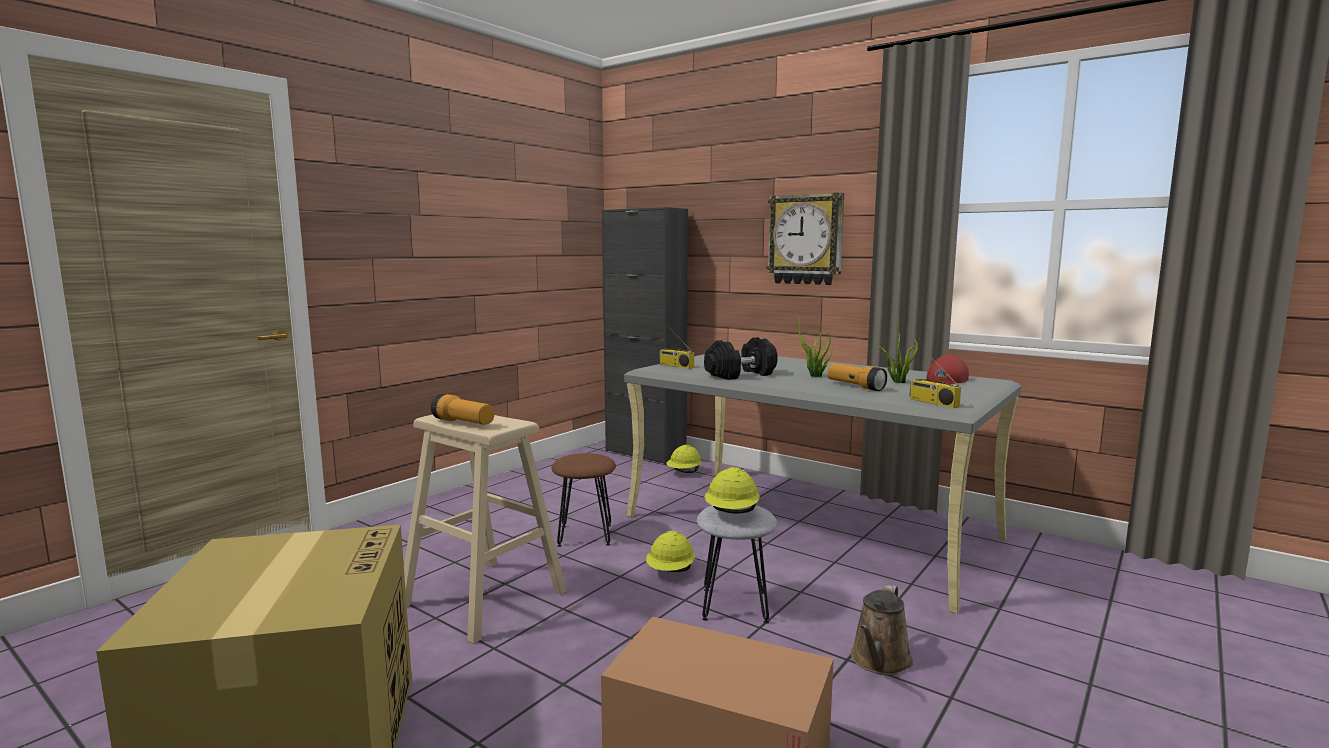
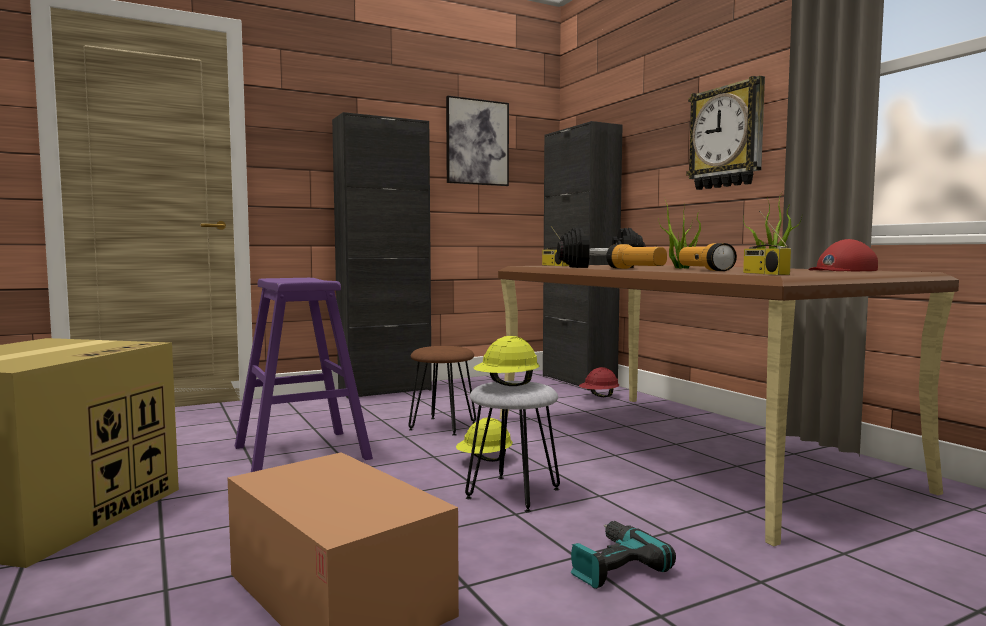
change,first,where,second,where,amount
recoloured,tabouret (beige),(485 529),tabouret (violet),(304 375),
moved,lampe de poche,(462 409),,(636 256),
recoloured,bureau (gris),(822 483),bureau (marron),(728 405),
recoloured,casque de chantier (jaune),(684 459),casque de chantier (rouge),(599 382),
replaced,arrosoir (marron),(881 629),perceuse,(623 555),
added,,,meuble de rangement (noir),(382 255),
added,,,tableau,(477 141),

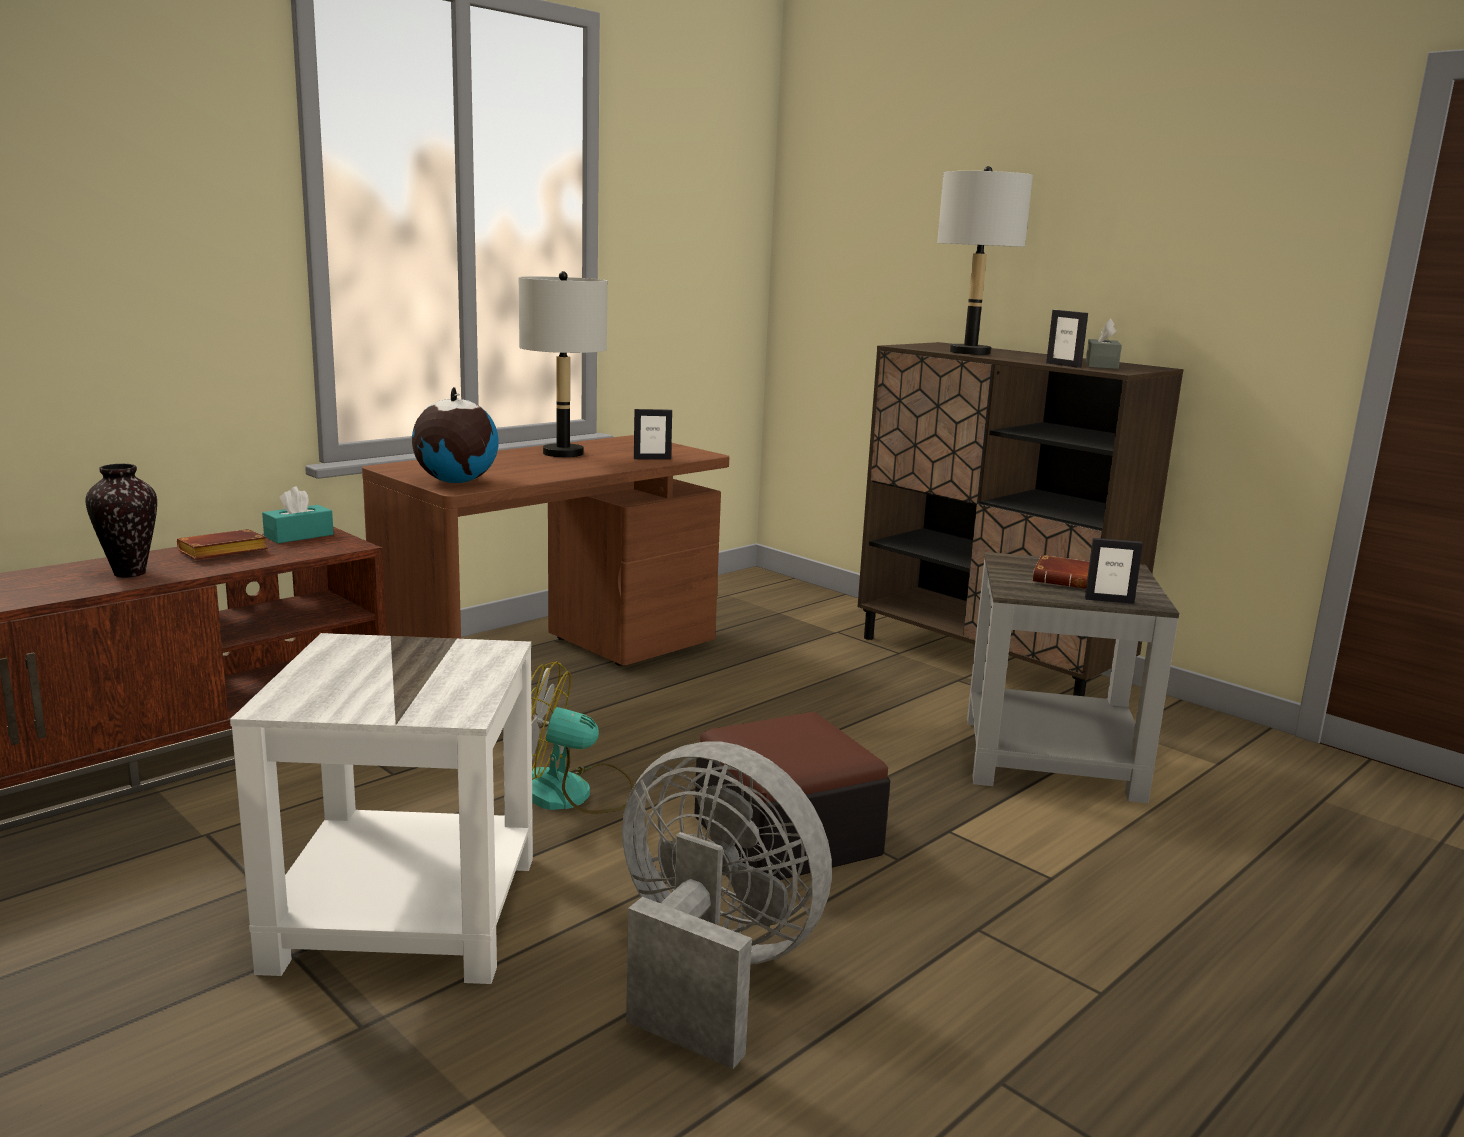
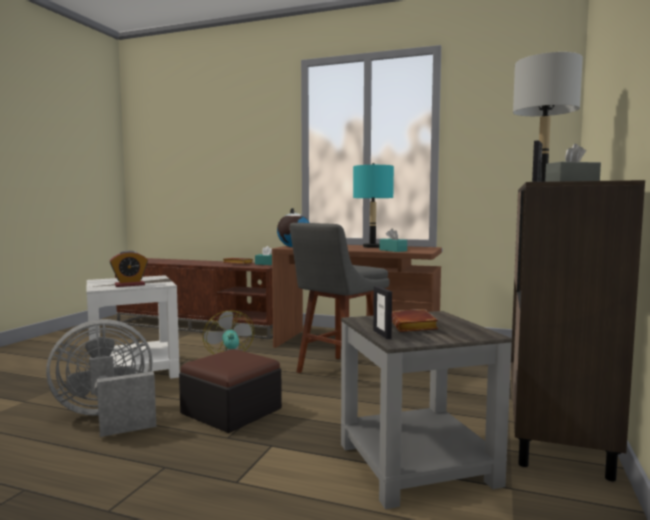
change,first,where,second,where,amount
removed,vase,(121 520),,,
recoloured,lampe de table (gris),(563 364),lampe de table (turquoise),(373 205),
turned,ventilateur (gris),(727 905),,(101 378),120 degrees counterclockwise
replaced,cadre photo,(653 434),boîte à mouchoirs (turquoise),(393 240),
added,,,réveil,(129 268),
added,,,tabouret (gris),(340 298),

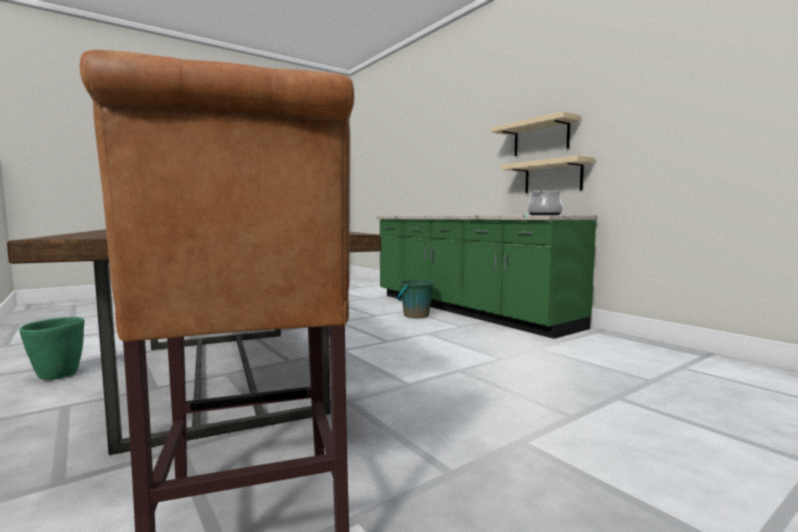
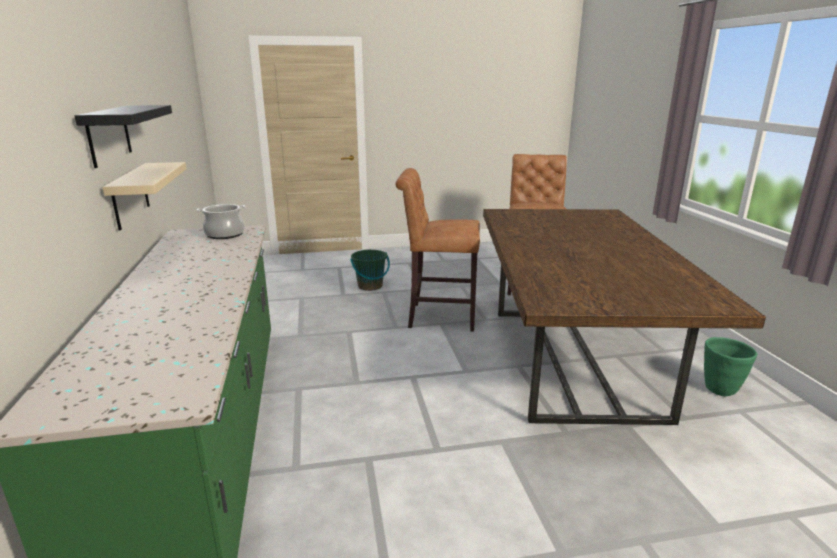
change,first,where,second,where,amount
moved,seau (vert),(416 298),,(370 270),
recoloured,étagère (beige),(536 133),étagère (noir),(123 136),
added,,,tabouret (marron),(437 250),

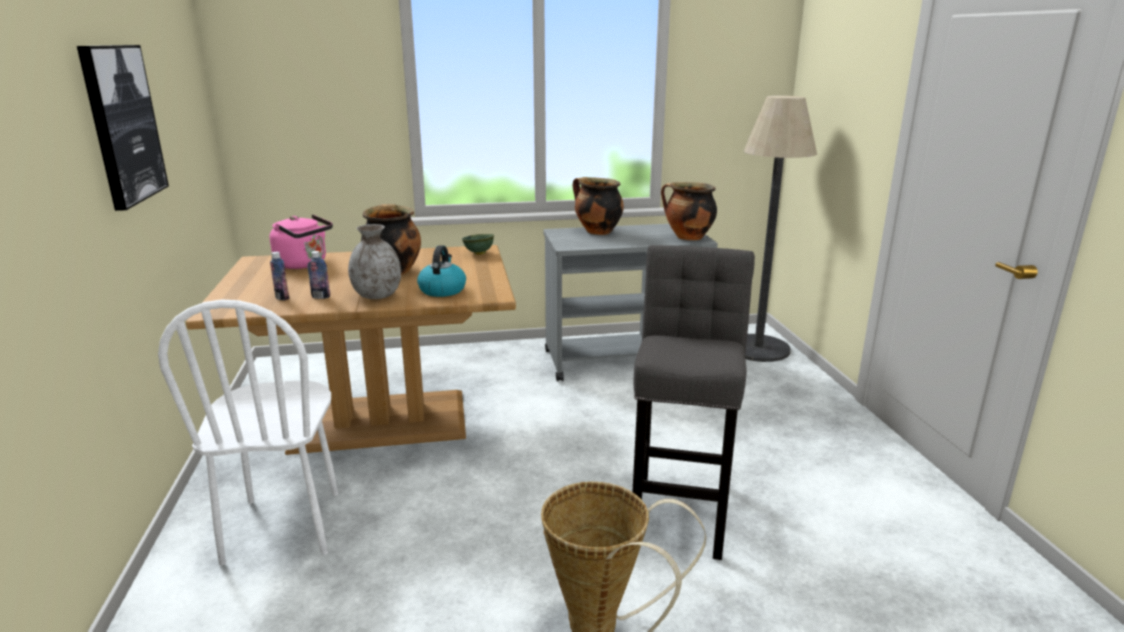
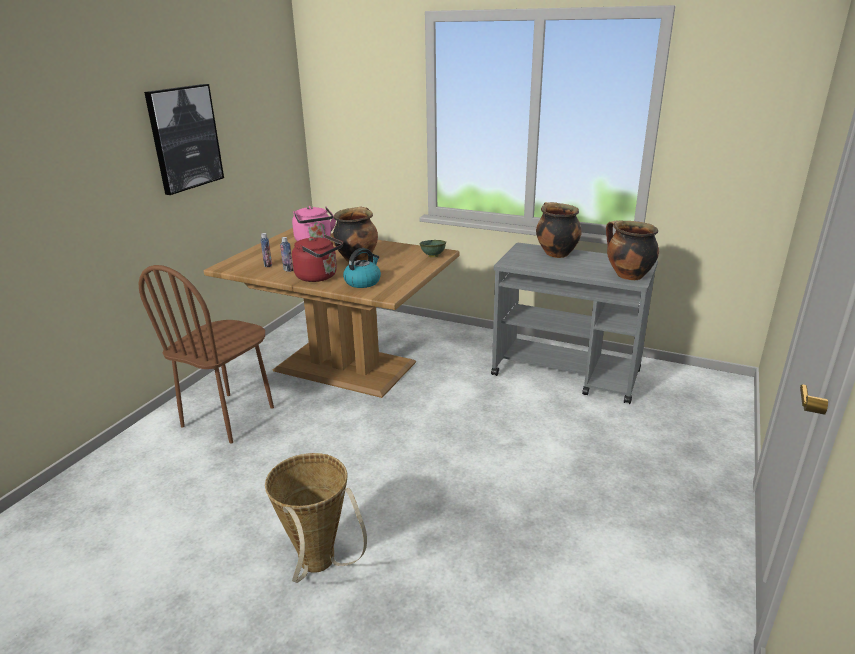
change,first,where,second,where,amount
recoloured,chaise (blanc),(248 432),chaise (marron),(206 354),
replaced,vase (gris),(374 261),bouilloire (rouge),(317 258),
removed,tabouret (gris),(693 402),,,
removed,lampadaire,(780 229),,,

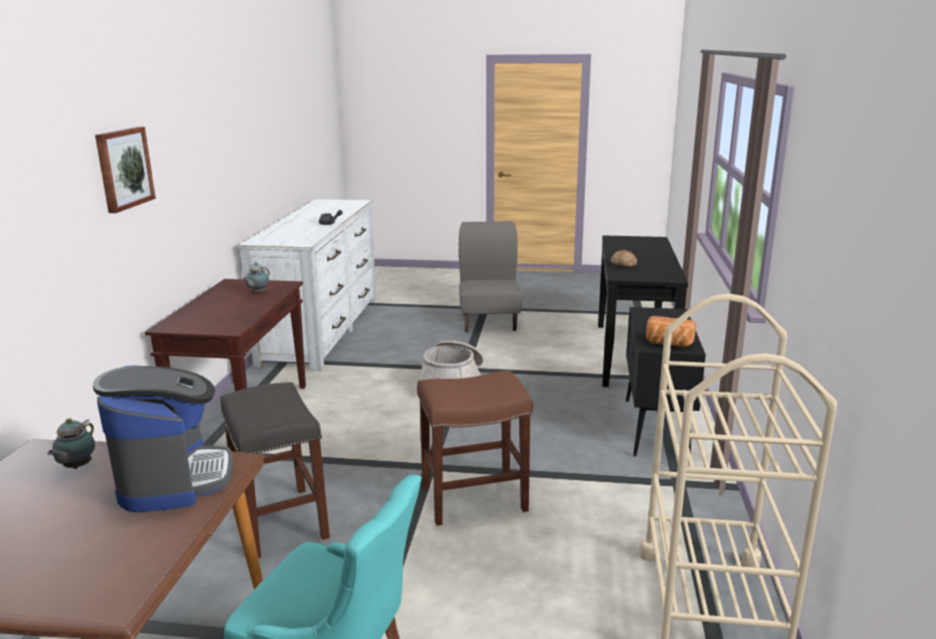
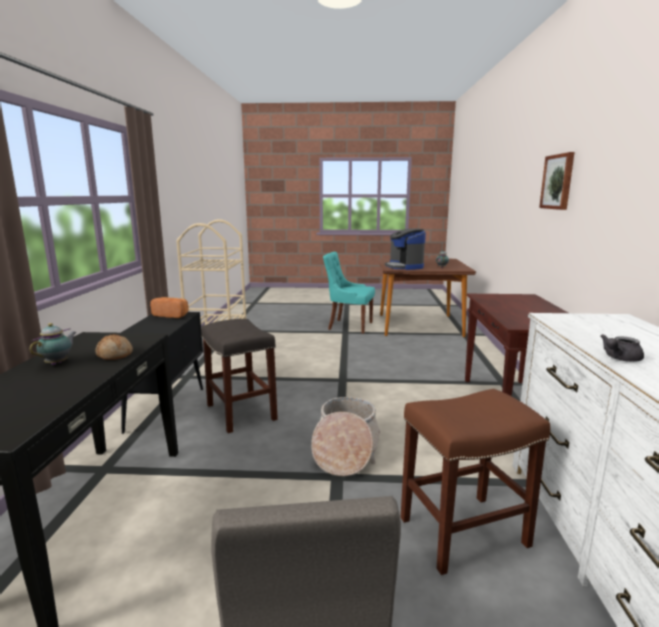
change,first,where,second,where,amount
moved,tabouret (gris),(275 470),,(239 376),
moved,théière,(256 278),,(53 344),
moved,tabouret (marron),(475 448),,(475 482),

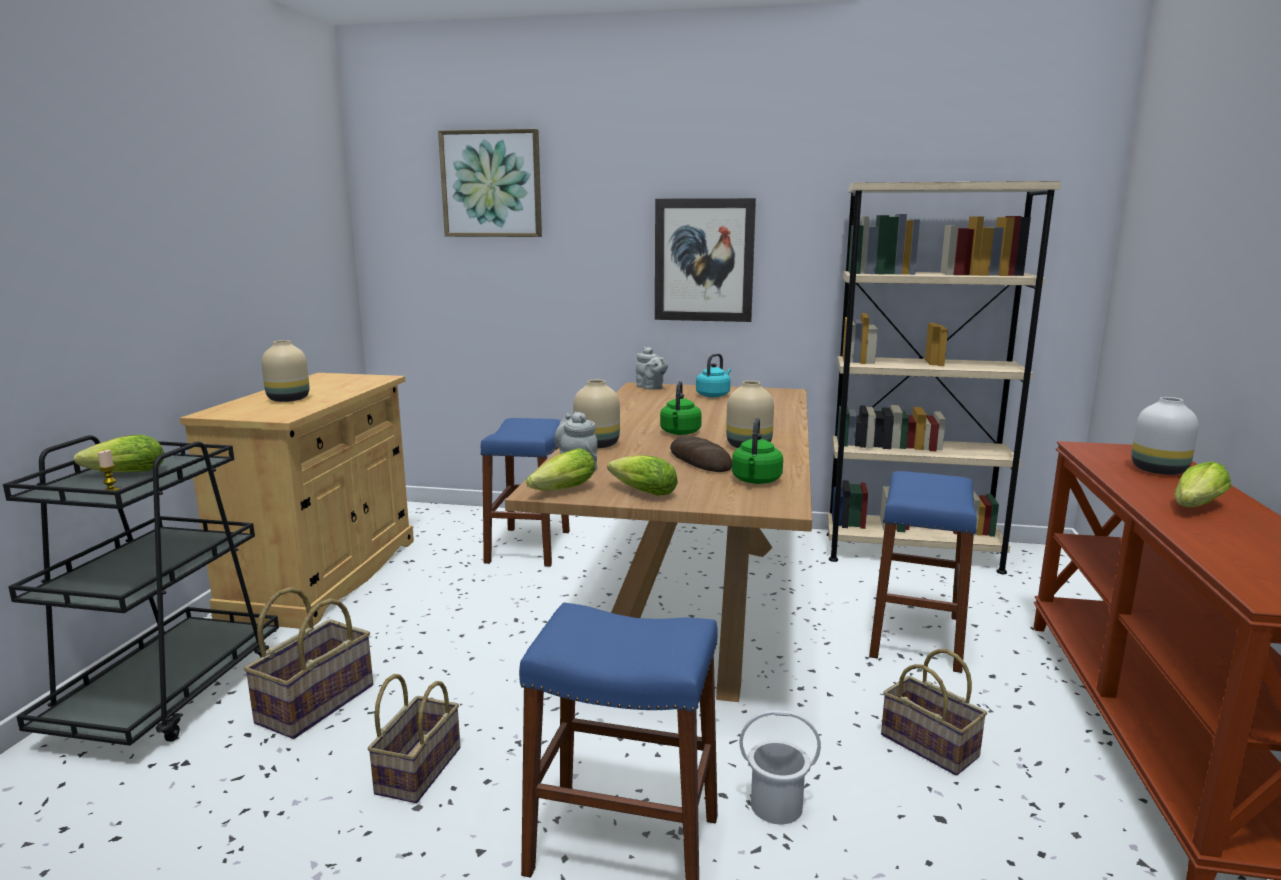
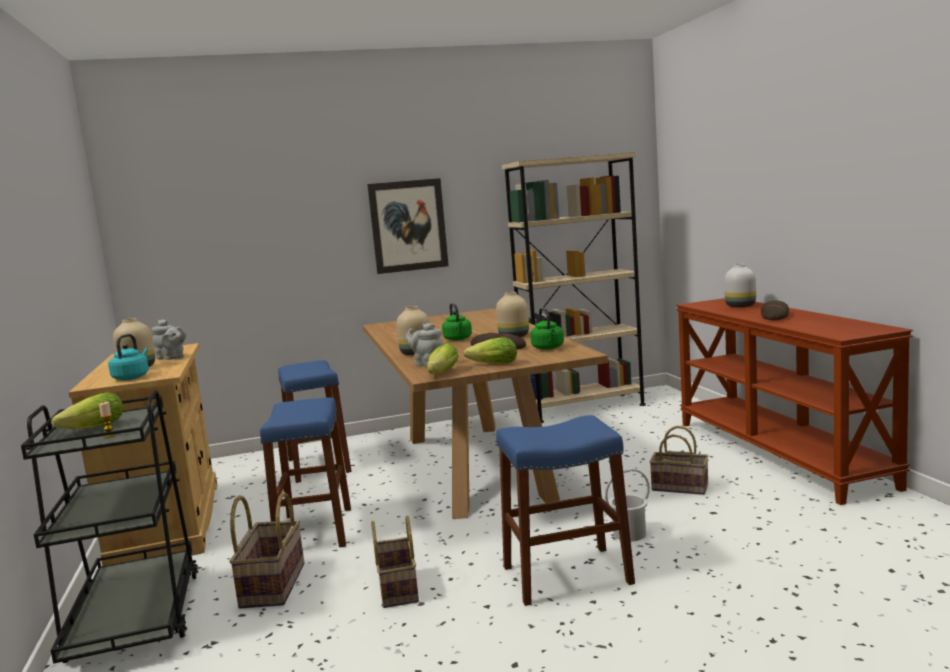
change,first,where,second,where,amount
removed,tableau,(490 183),,,
moved,théière (gris),(652 368),,(169 339),
moved,bouilloire (turquoise),(713 375),,(128 357),
moved,tabouret (bleu),(923 572),,(305 472),
replaced,laitue,(1203 484),pain,(775 310),

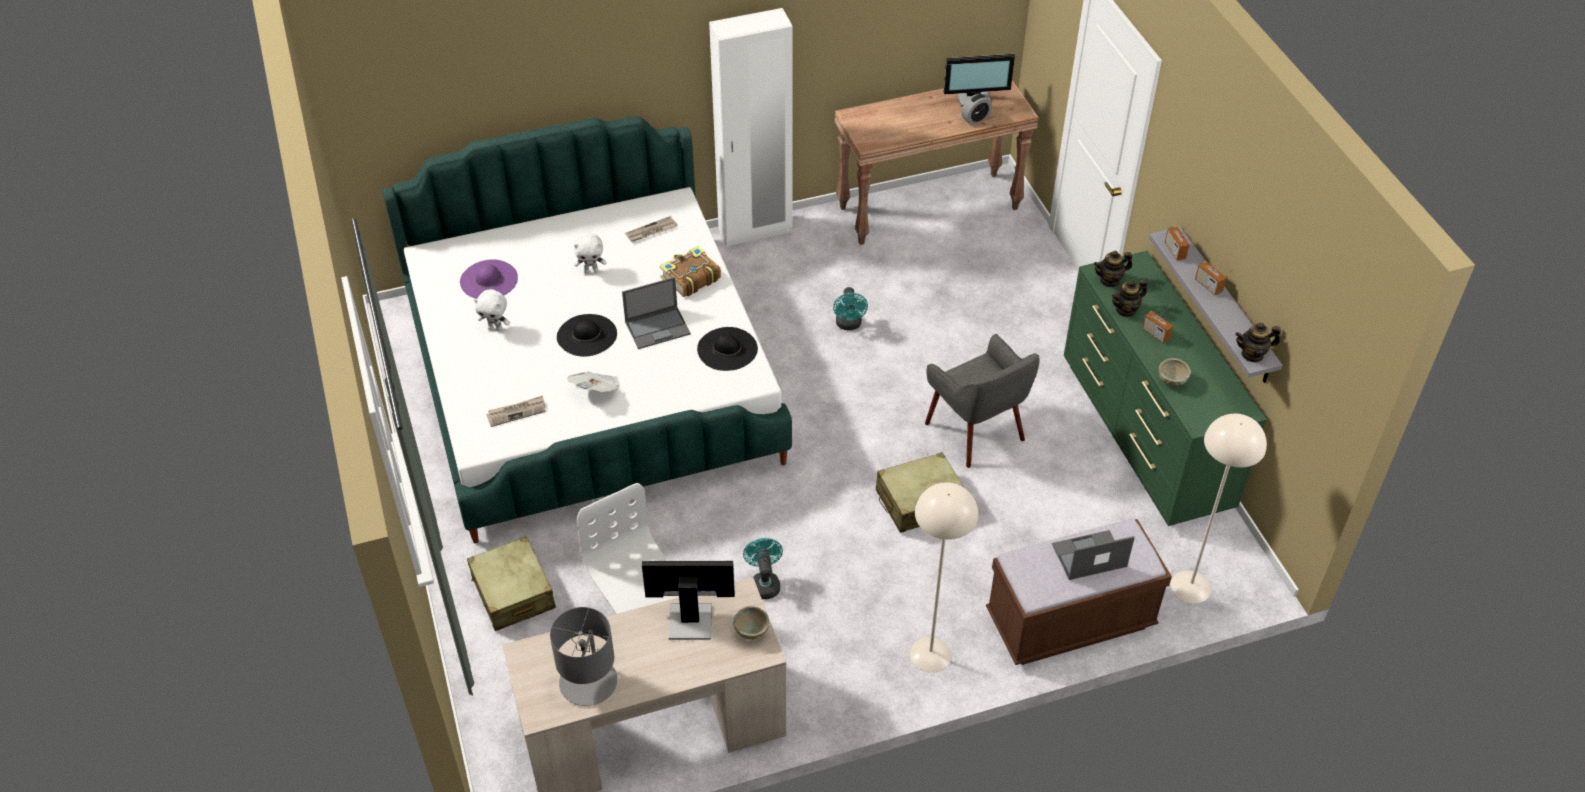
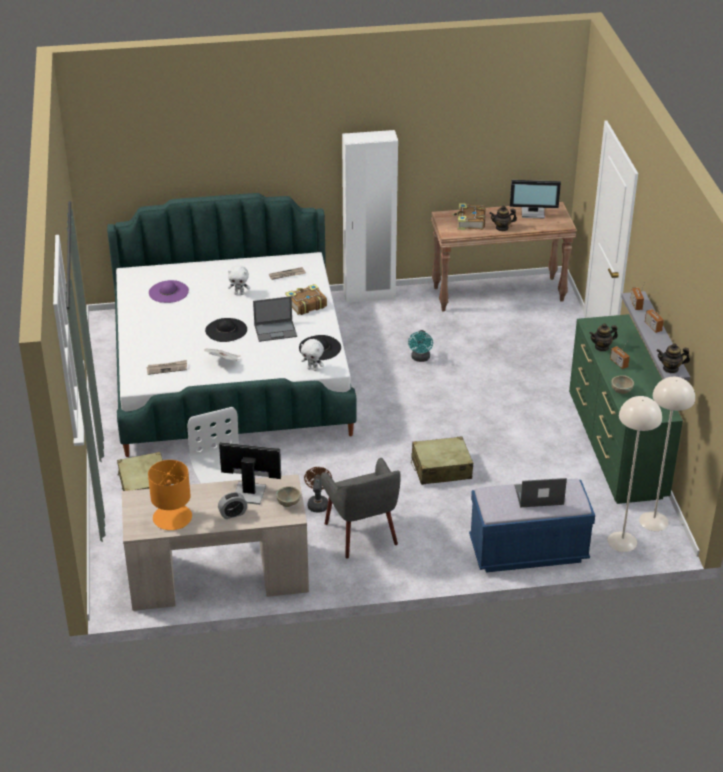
change,first,where,second,where,amount
moved,peluche (blanc),(492 310),,(312 355),
recoloured,lampe de table (gris),(583 656),lampe de table (orange),(170 495),
recoloured,ventilateur (turquoise),(763 568),ventilateur (marron),(318 490),
moved,lampadaire (beige),(944 577),,(667 454),
moved,fauteuil (gris),(982 401),,(360 508),
moved,réveil,(976 109),,(232 505),
recoloured,banc (marron),(1079 592),banc (bleu),(532 526),
moved,théière,(1113 269),,(503 218),
added,,,livre,(469 216),

